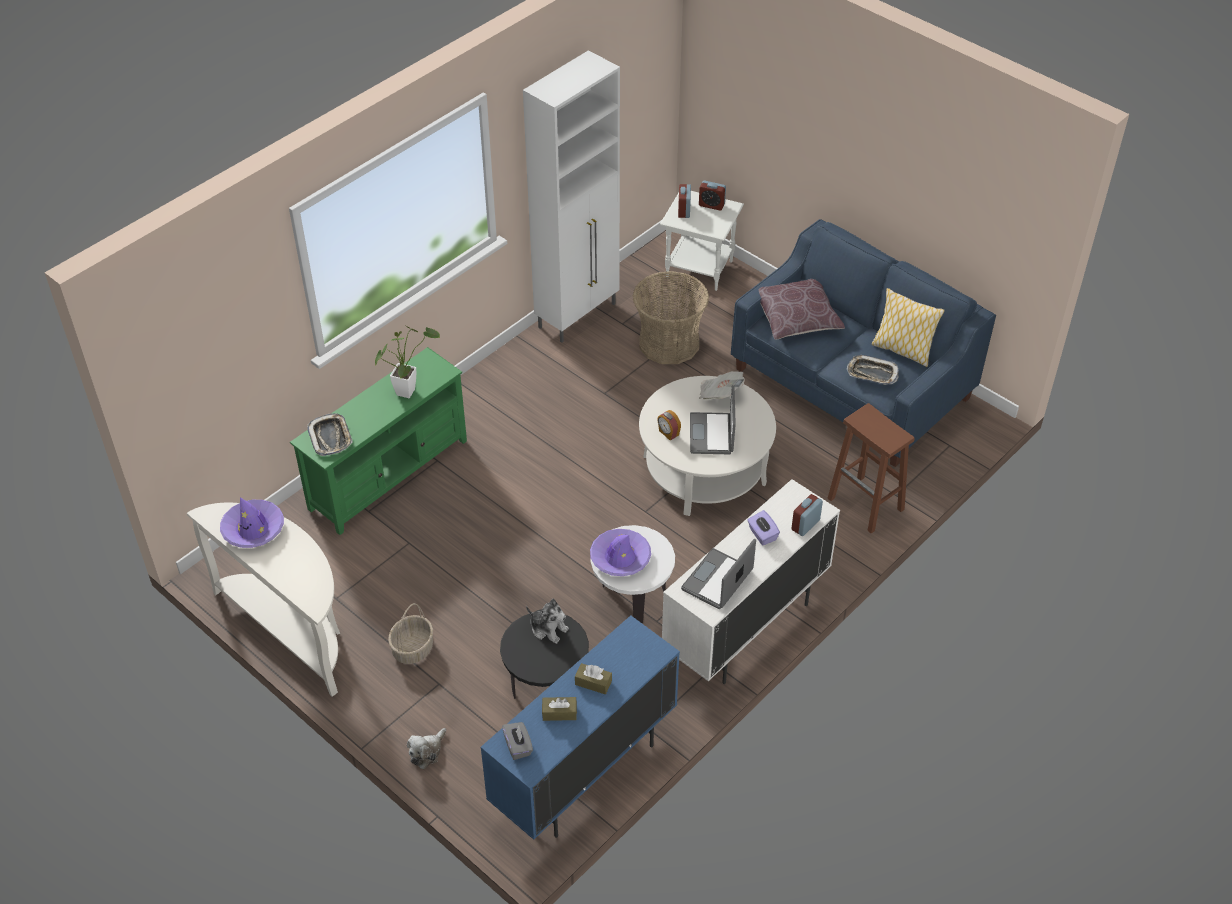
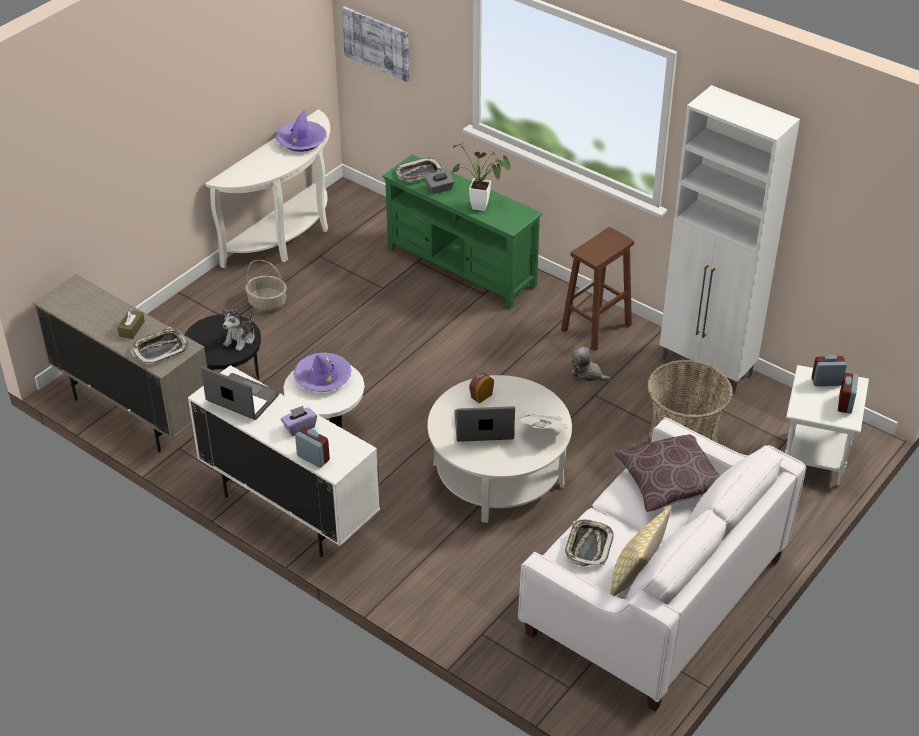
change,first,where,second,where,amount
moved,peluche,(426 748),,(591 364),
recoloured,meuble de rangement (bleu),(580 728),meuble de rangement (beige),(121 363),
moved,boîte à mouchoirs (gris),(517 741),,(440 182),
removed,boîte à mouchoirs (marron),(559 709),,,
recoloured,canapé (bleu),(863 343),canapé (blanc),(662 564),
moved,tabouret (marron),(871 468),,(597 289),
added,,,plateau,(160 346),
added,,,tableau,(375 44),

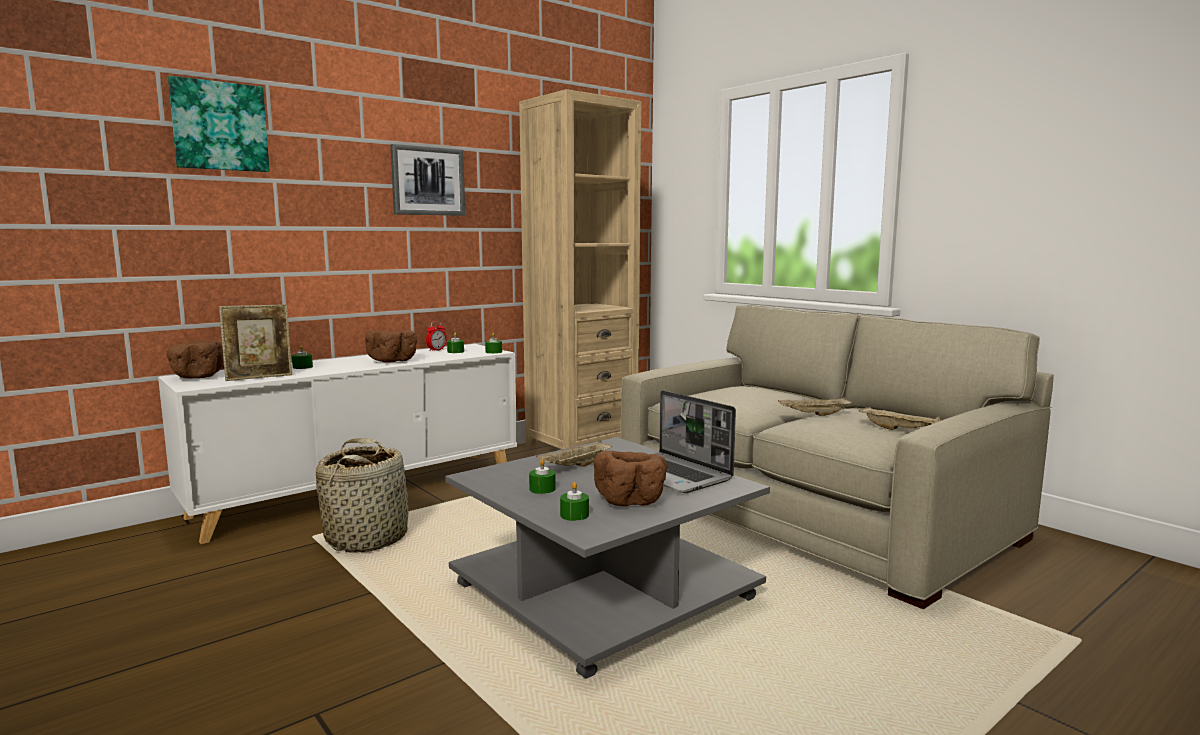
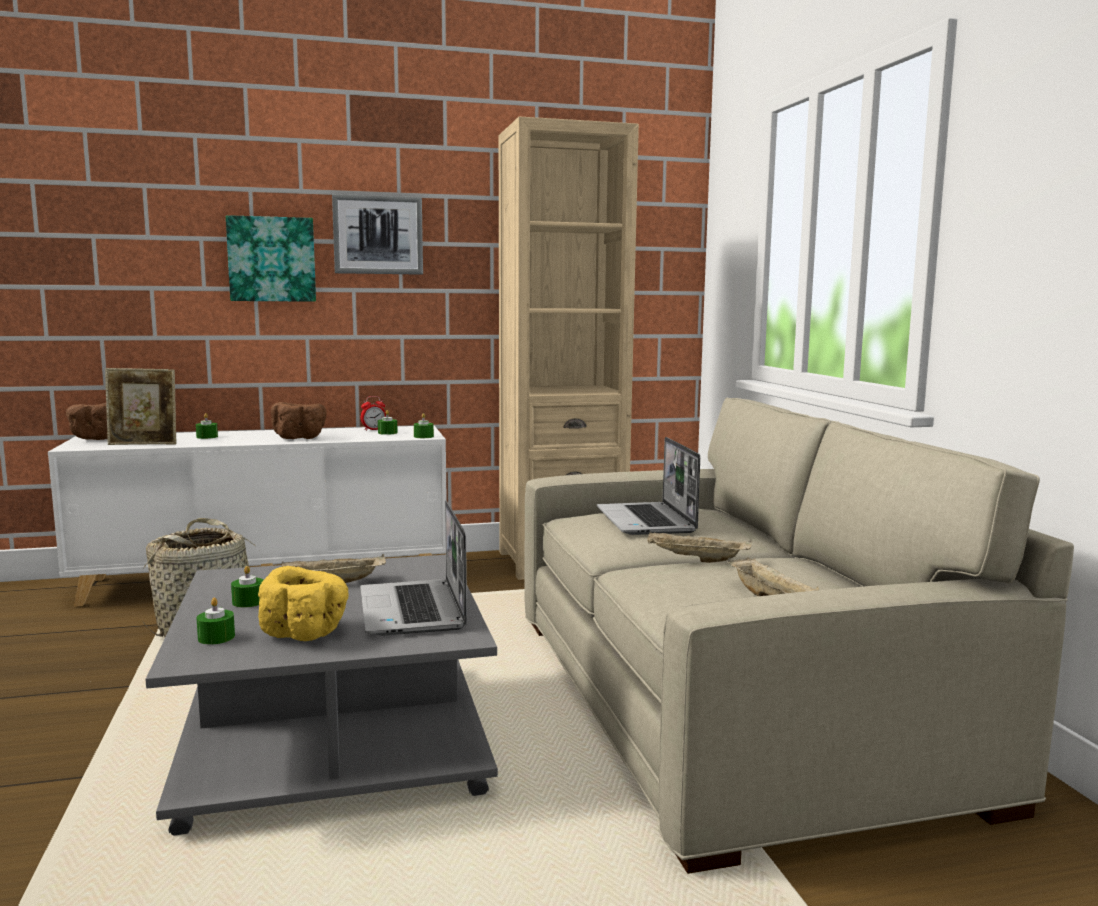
change,first,where,second,where,amount
moved,tableau,(219 124),,(271 258),
recoloured,bol (marron),(630 479),bol (jaune),(303 603),
added,,,ordinateur portable,(648 486),

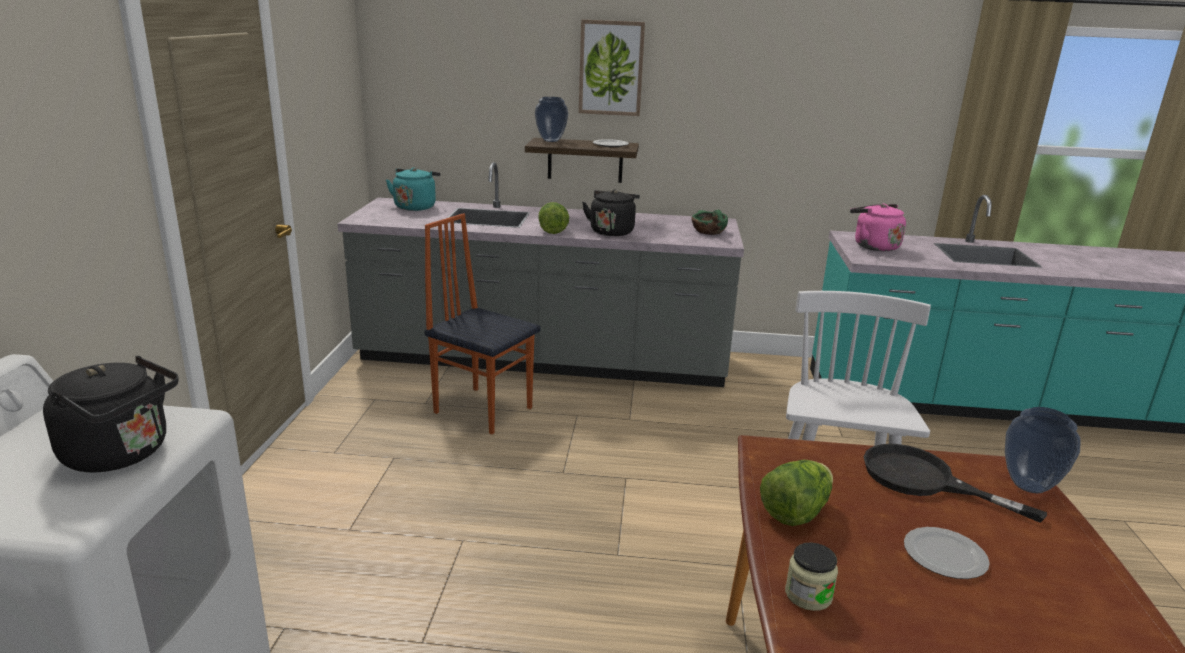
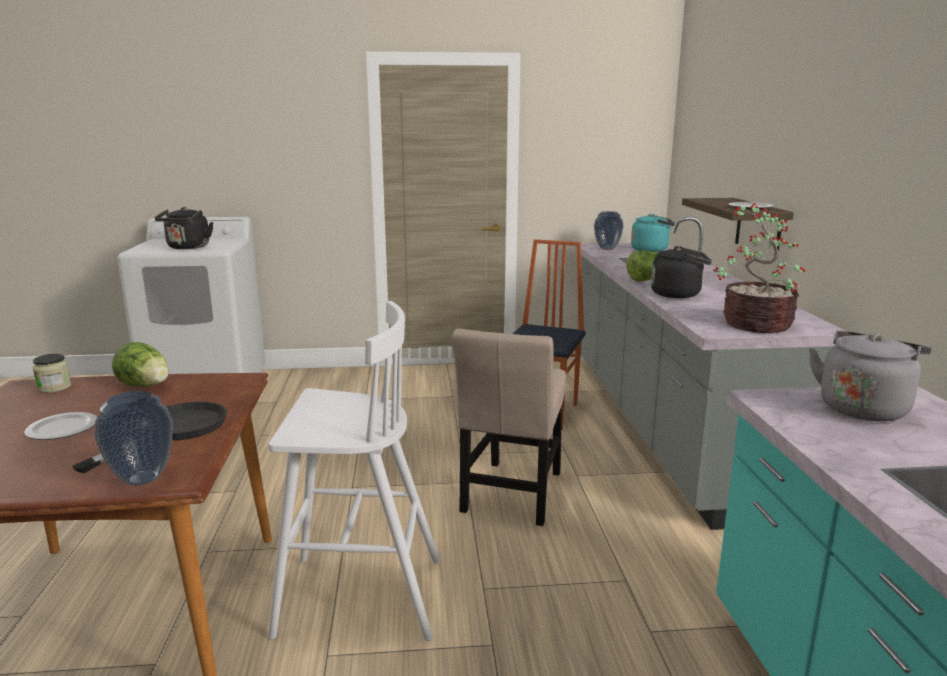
change,first,where,second,where,amount
moved,vase,(551 119),,(609 230),
removed,tableau,(612 68),,,
replaced,bol (vert),(710 222),plante en pot,(759 268),
recoloured,bouilloire (rose),(878 227),bouilloire (gris),(870 376),
added,,,chaise (beige),(509 427),

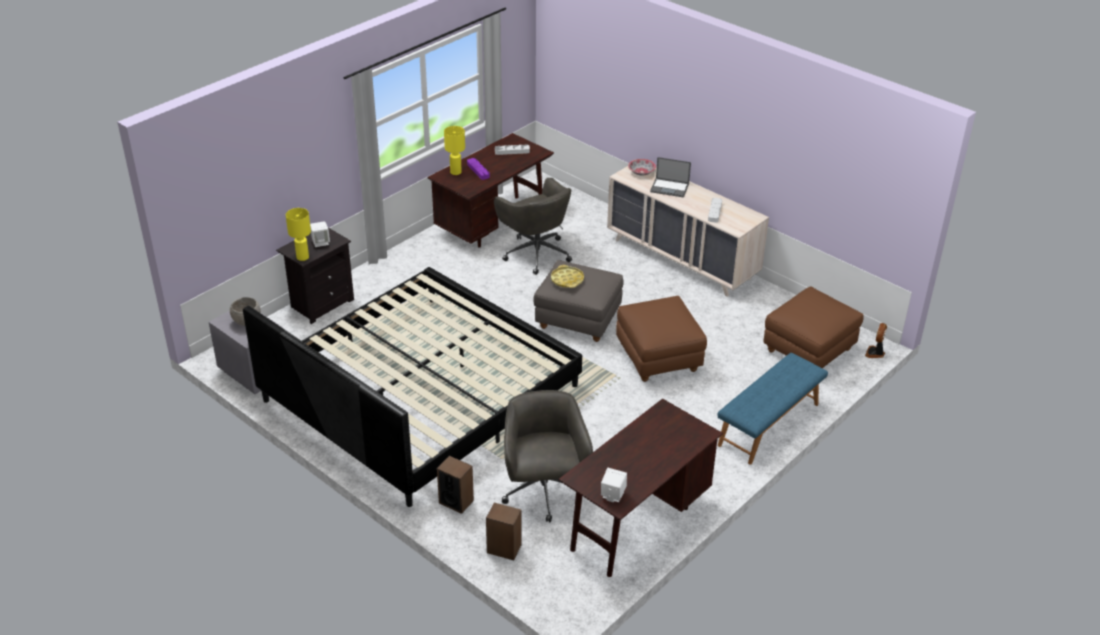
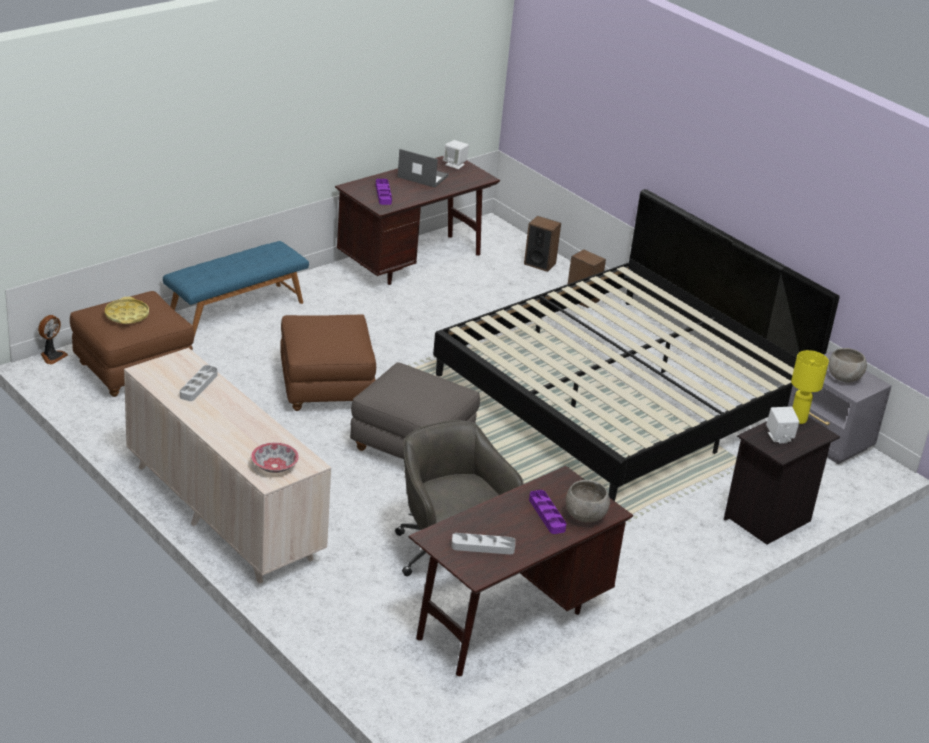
change,first,where,second,where,amount
replaced,lampe de table (jaune),(454 150),bol (gris),(588 501),
removed,chaise de bureau (gris),(547 456),,,
moved,plateau (jaune),(567 276),,(127 310),
moved,ordinateur portable,(670 177),,(423 168),
added,,,plateau (violet),(384 192),

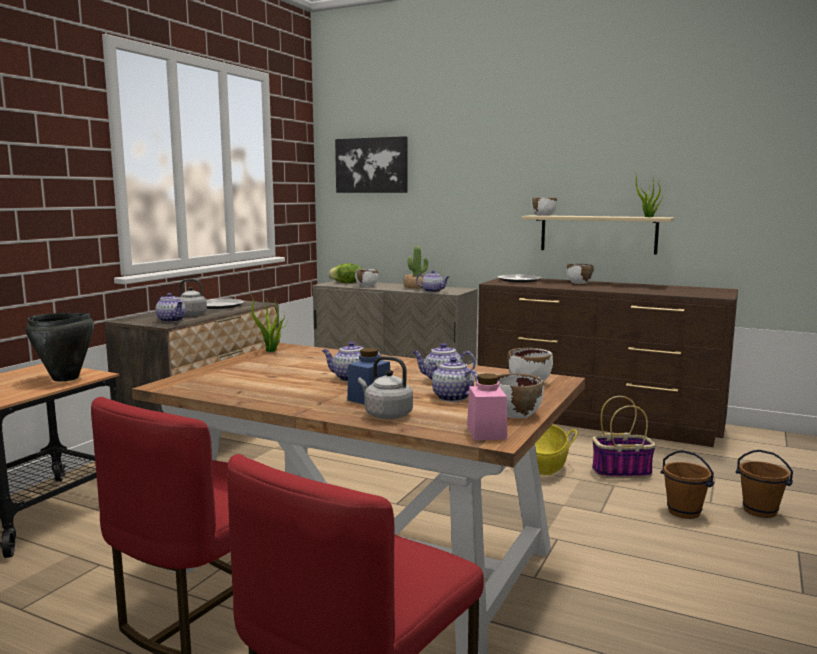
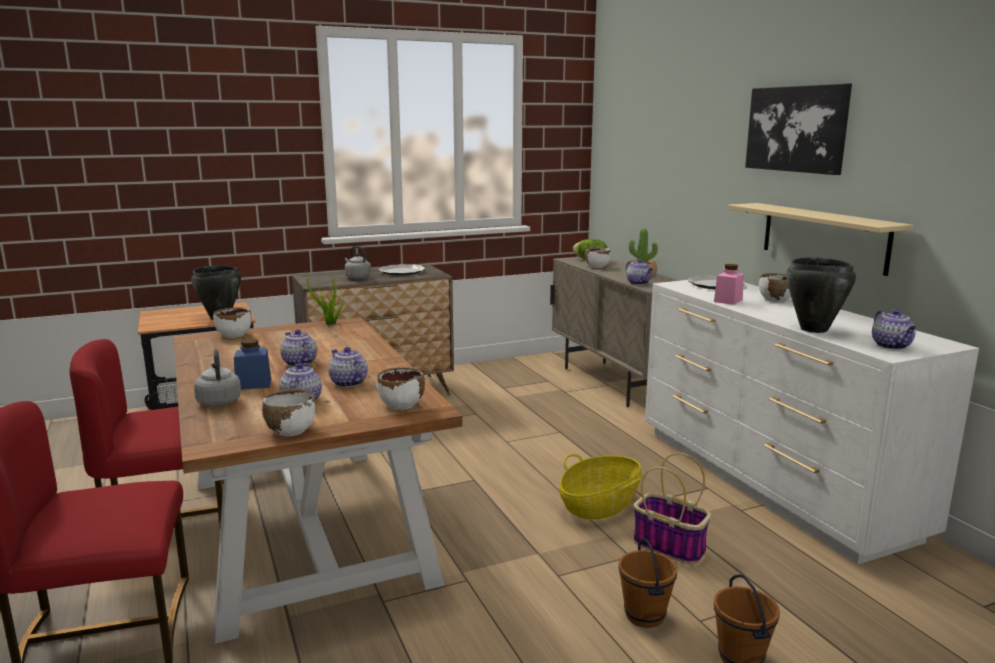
change,first,where,second,where,amount
moved,théière,(170 307),,(894 329),
moved,tableau,(371 164),,(798 129),
moved,bocal (rose),(487 406),,(729 284),
recoloured,commode (marron),(608 362),commode (blanc),(812 422),
moved,bol (blanc),(544 207),,(232 322),
removed,plante en pot,(648 194),,,
added,,,marmite (noir),(821 295),

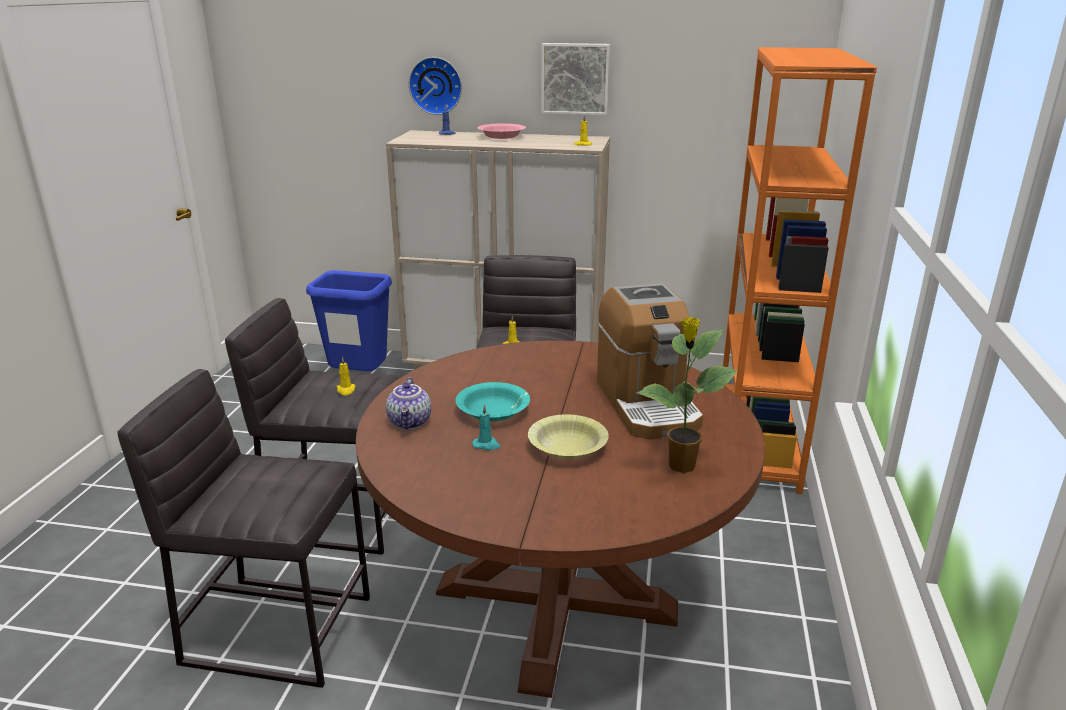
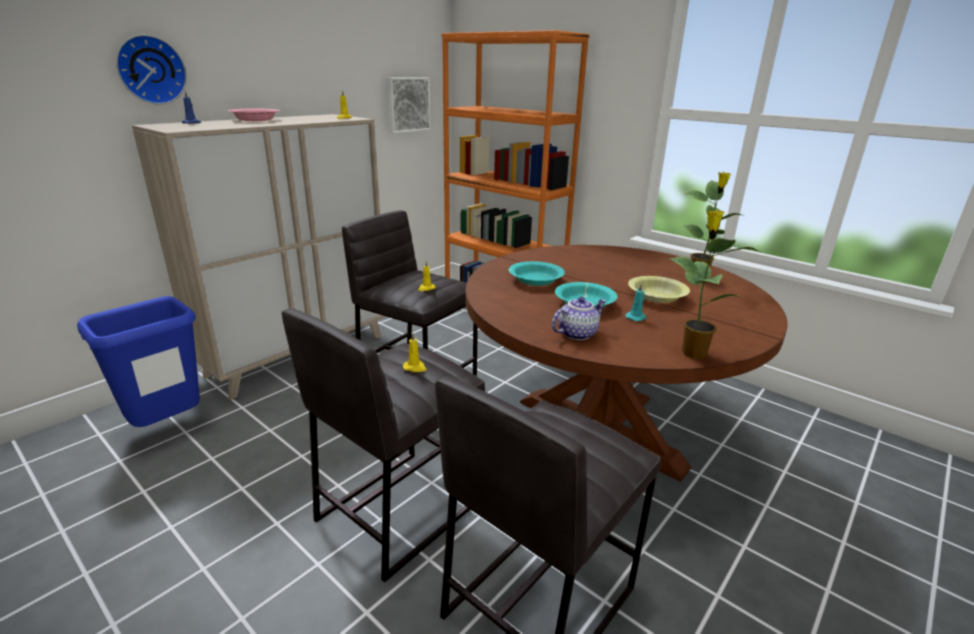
change,first,where,second,where,amount
turned,théière,(408 403),,(578 318),60 degrees counterclockwise
moved,tableau,(575 79),,(409 105),
removed,machine à café,(650 361),,,
added,,,bol (turquoise),(537 273),
added,,,plante en pot,(714 284),

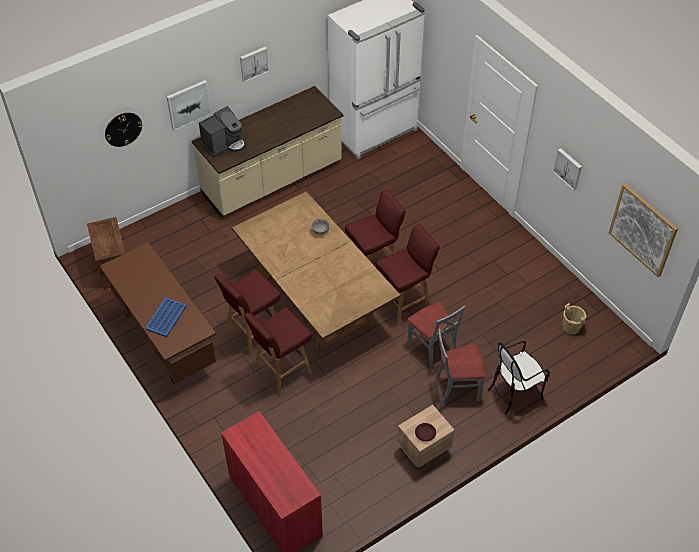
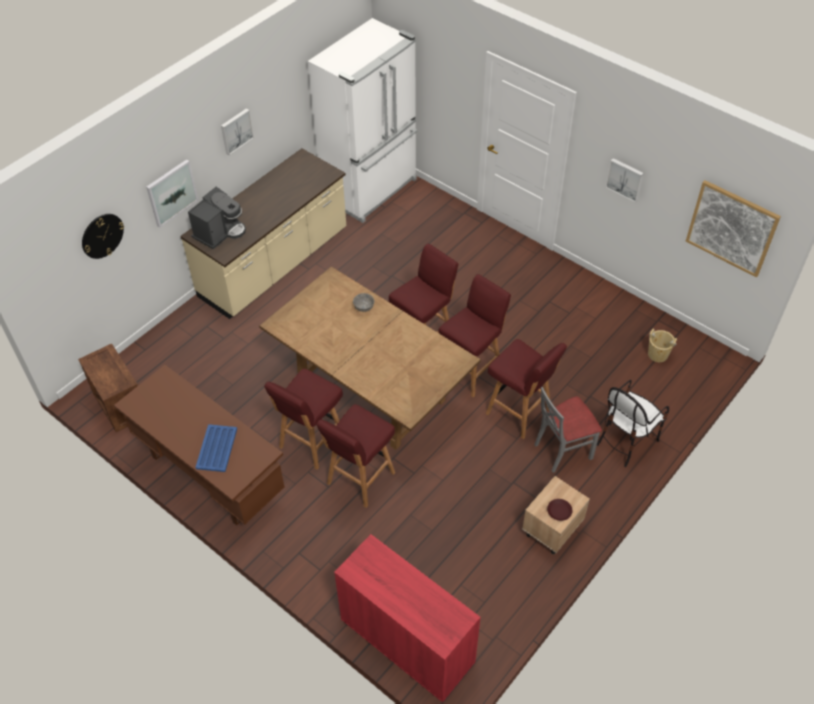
change,first,where,second,where,amount
replaced,chaise (gris),(436 335),tabouret (rouge),(526 389),

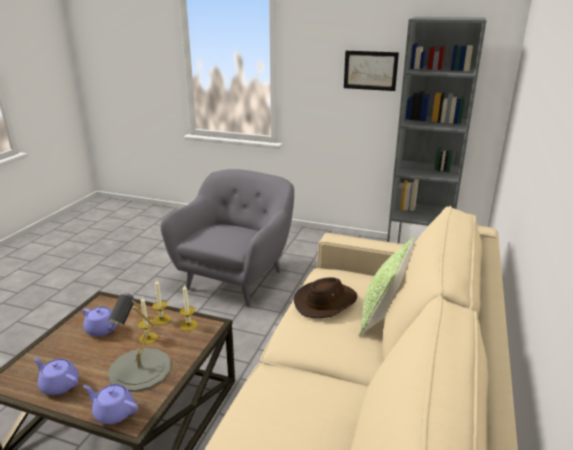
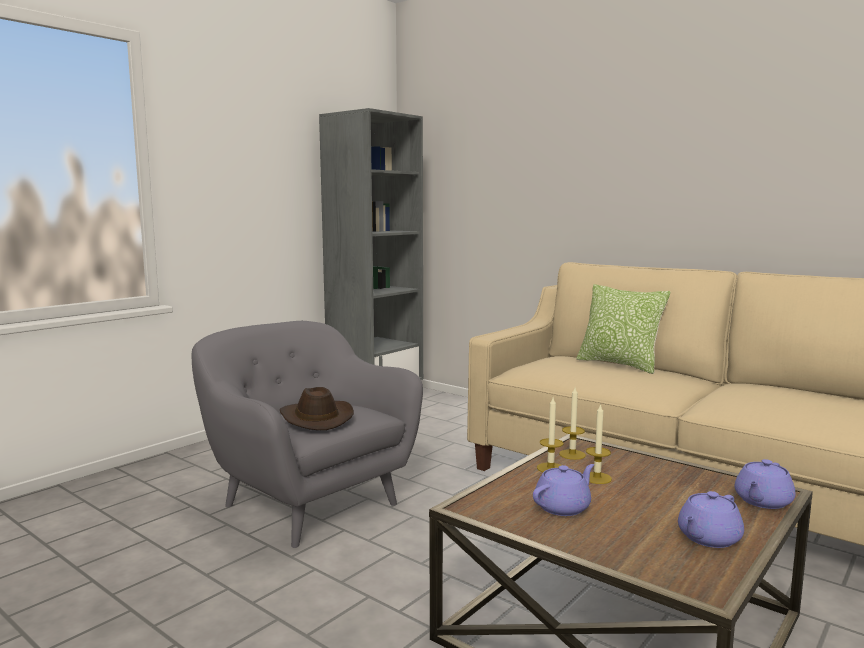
change,first,where,second,where,amount
removed,lampe de table (gris),(139 342),,,
moved,chapeau (marron),(325 297),,(317 408),
removed,tableau,(371 71),,,

